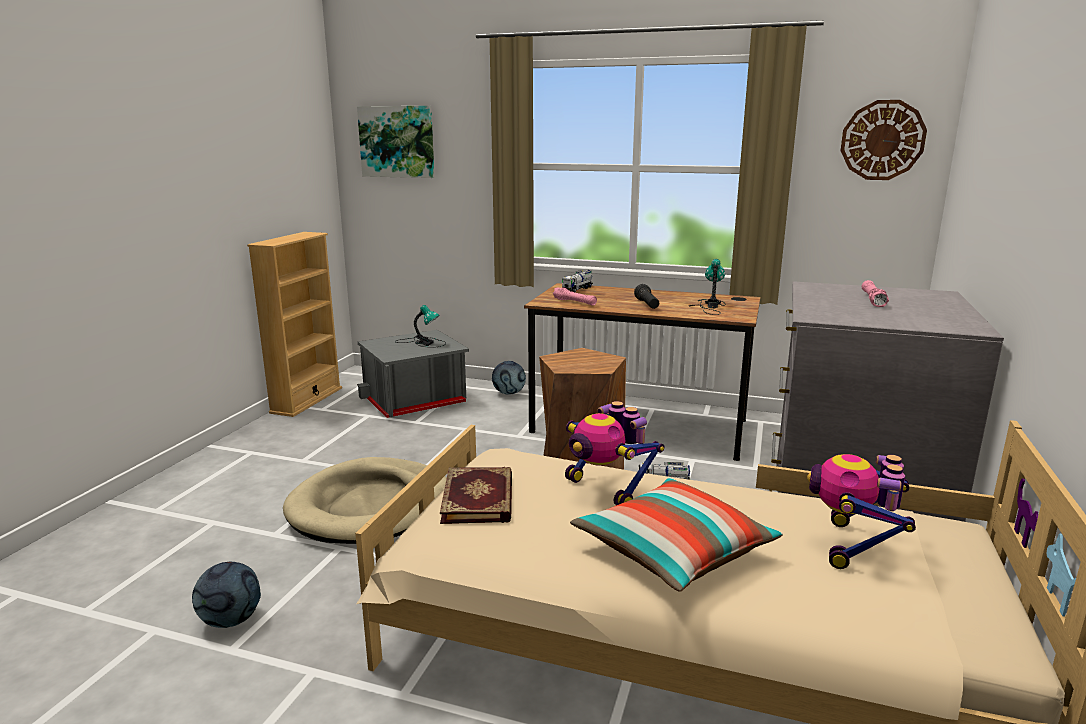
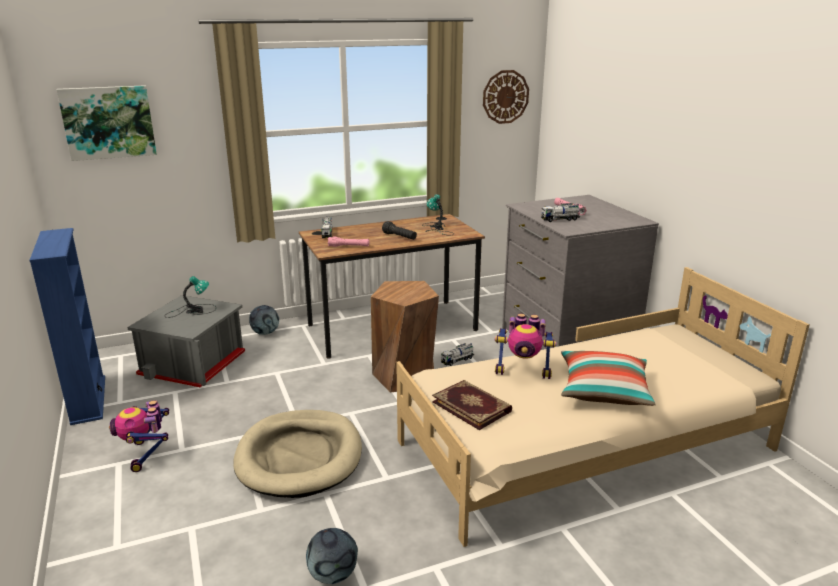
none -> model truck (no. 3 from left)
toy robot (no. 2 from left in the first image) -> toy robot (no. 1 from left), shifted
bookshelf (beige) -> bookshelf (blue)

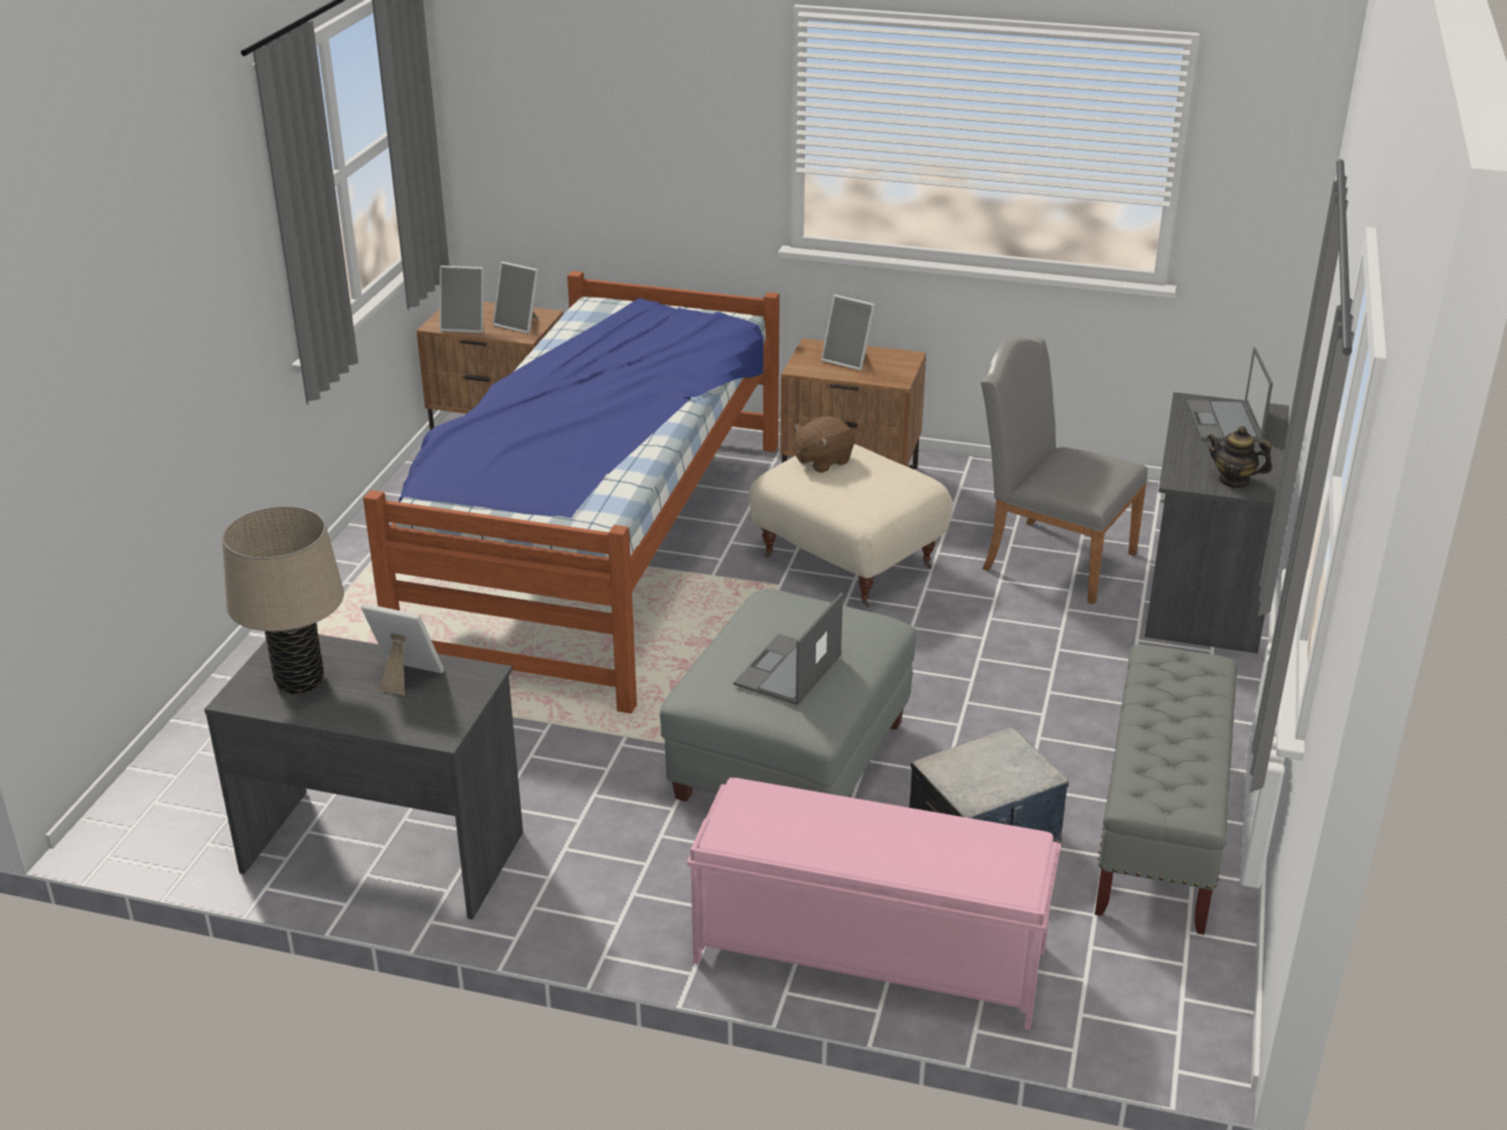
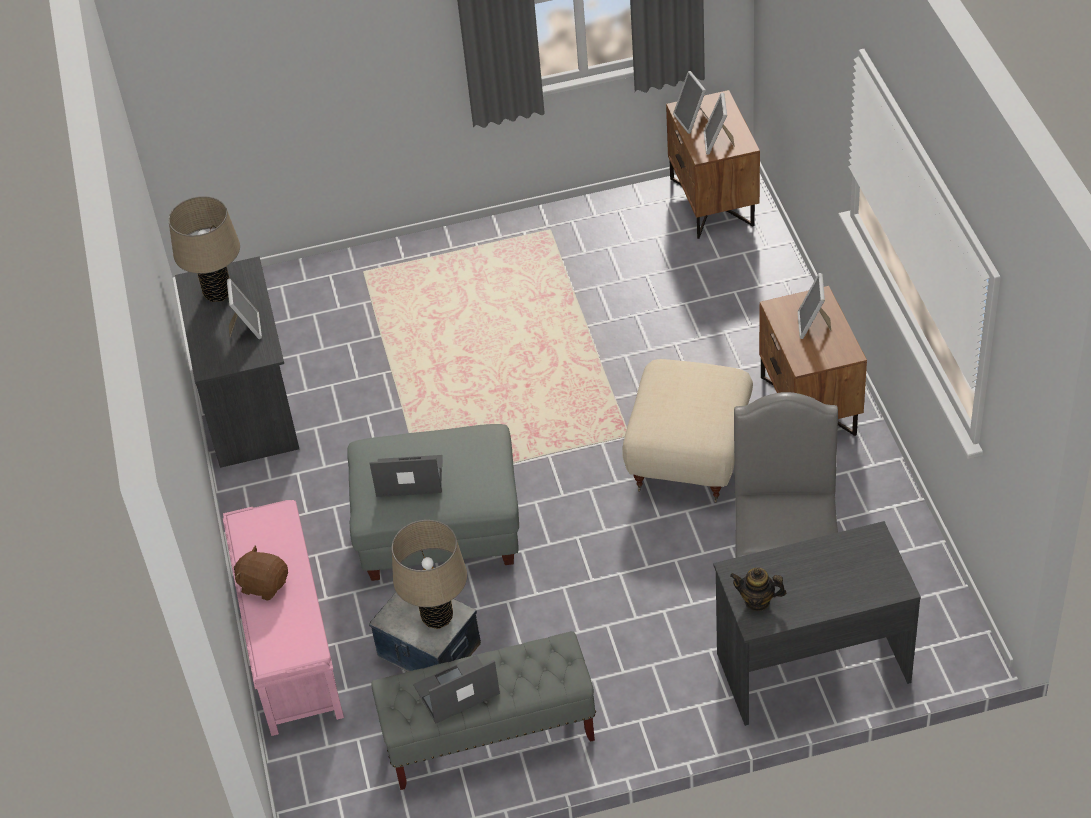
sleeping bed -> none
none -> table lamp (beige) (no. 2 from left)
soft toy (brownish), shifted
notebook computer (no. 2 from left), shifted
pot for tea, 75 degrees counterclockwise

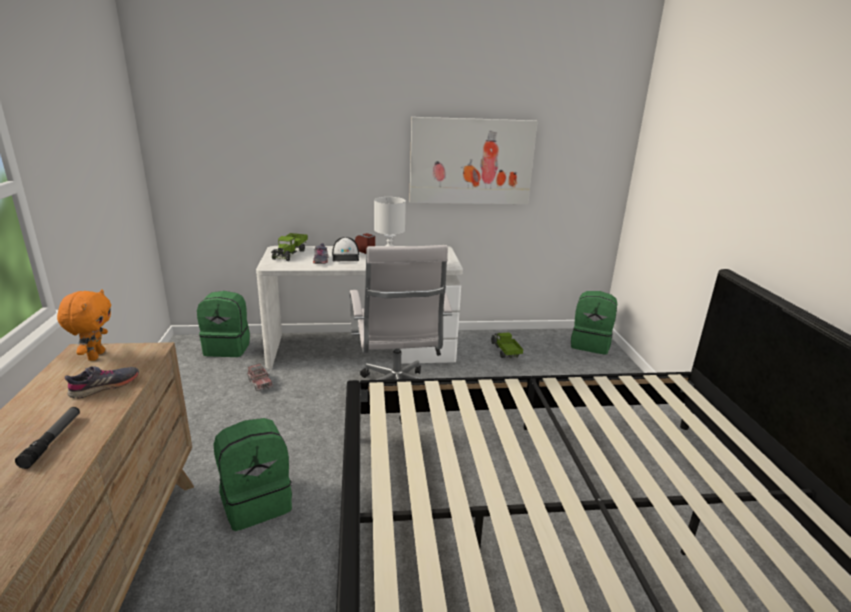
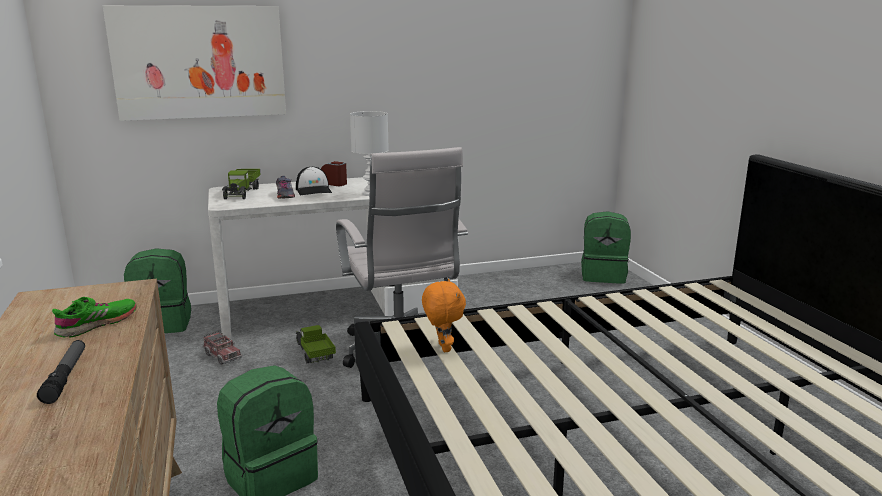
soft toy (orange), shifted
picture, shifted
model truck (no. 3 from left), shifted
shoe (gray) (no. 1 from left) -> shoe (green)

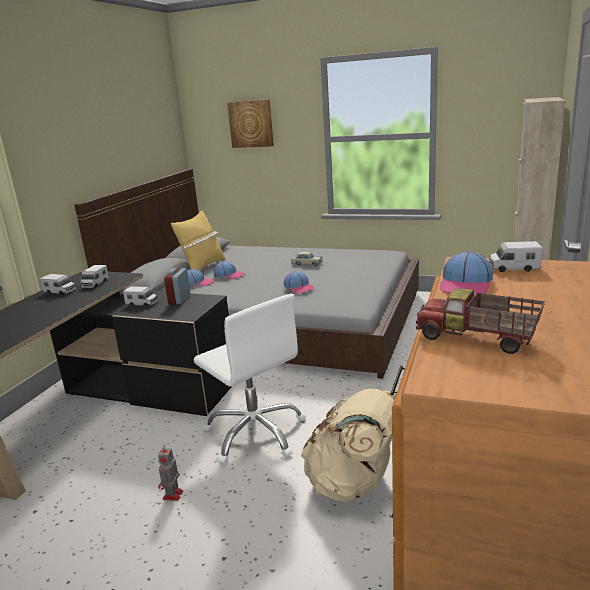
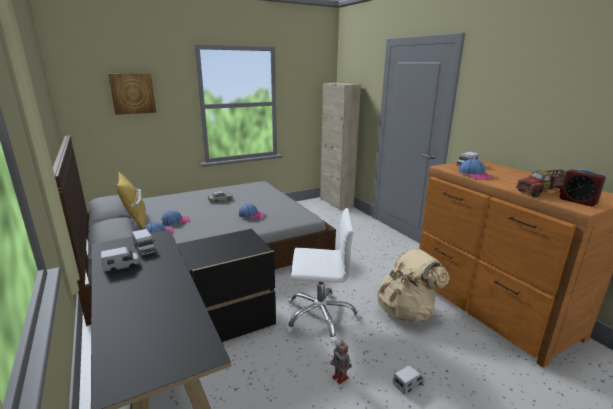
model truck (no. 3 from left), shifted
bedside clock, shifted

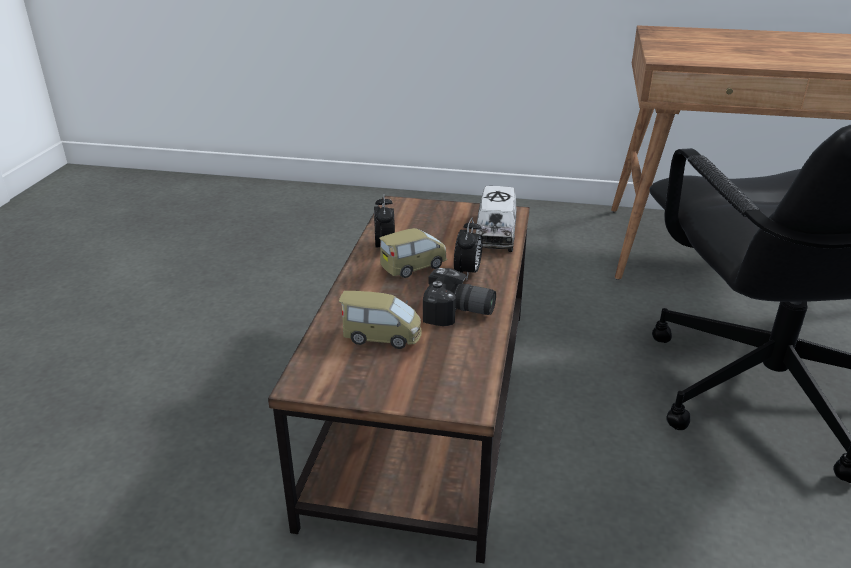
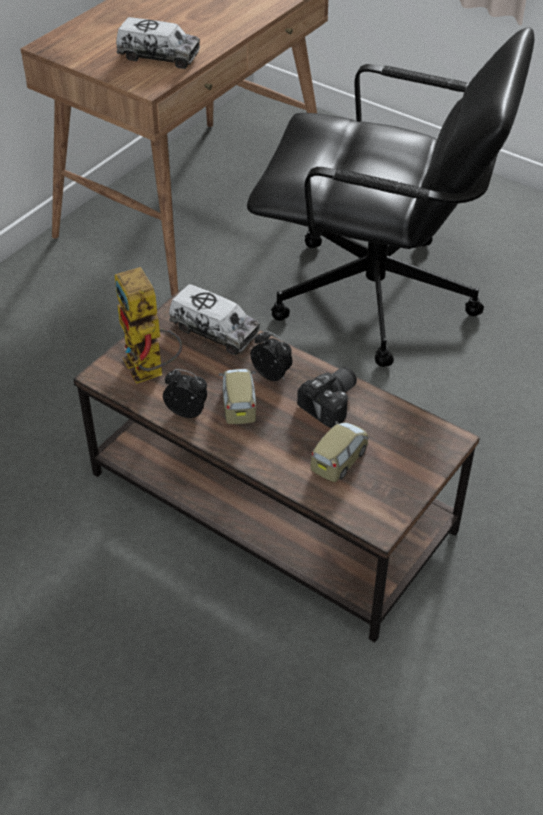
none -> toy robot
none -> model truck (no. 1 from left)

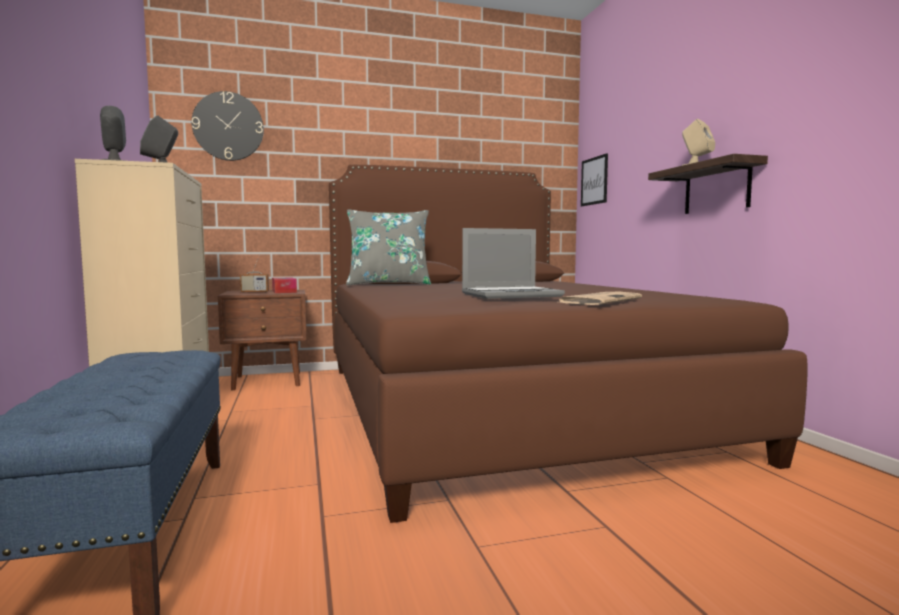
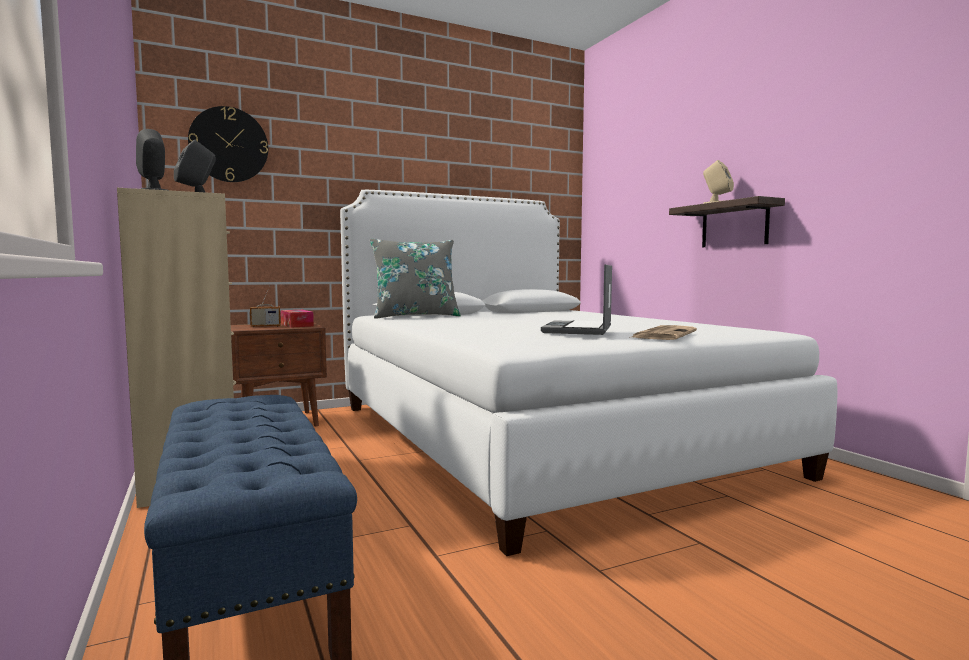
picture -> none
sleeping bed (brownish) -> sleeping bed (whitish)
notebook computer, 135 degrees clockwise

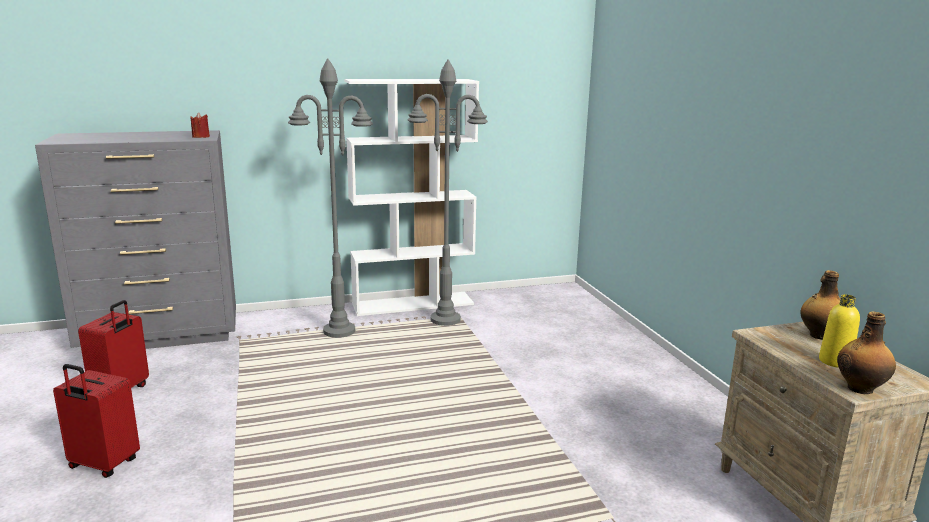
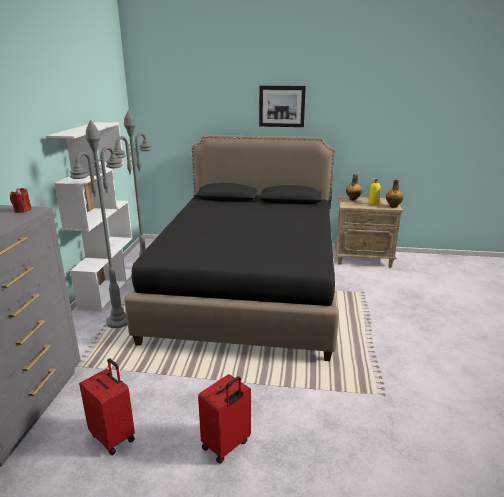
none -> sleeping bed (blackish)
none -> picture

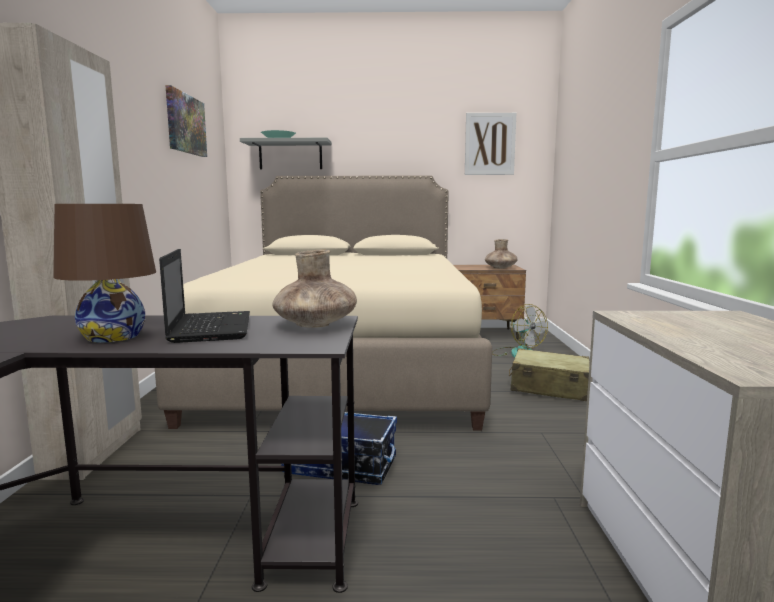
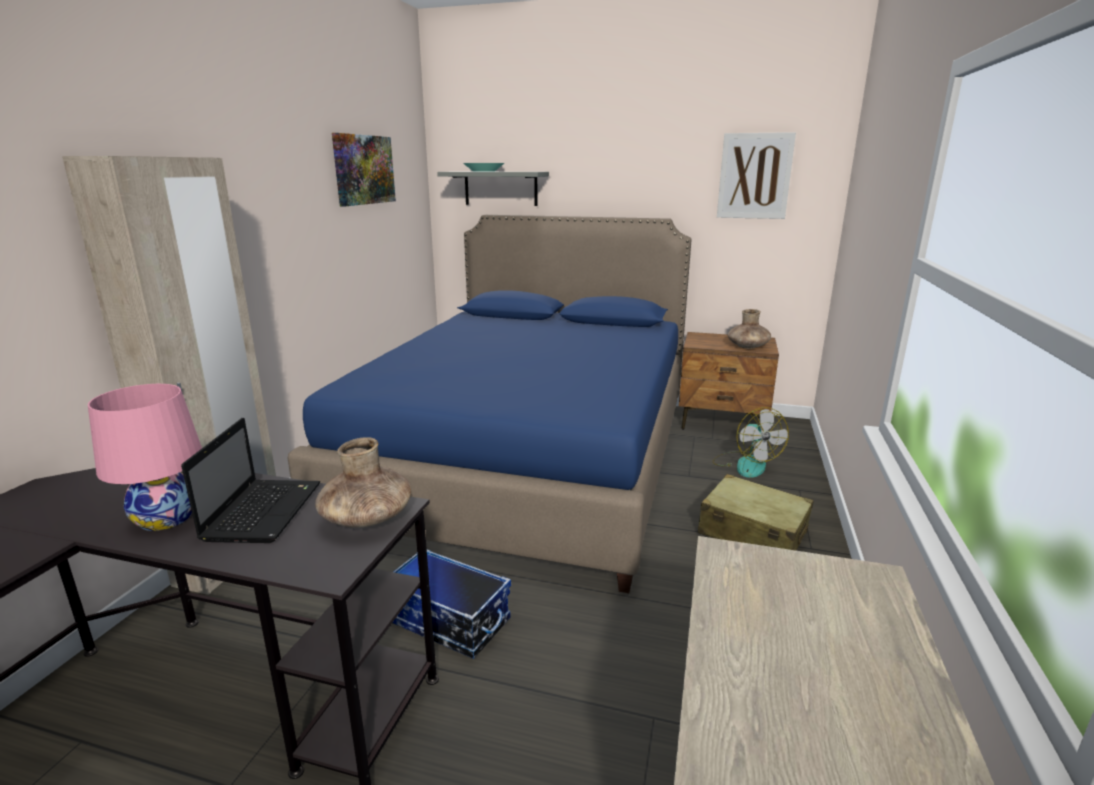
table lamp (brownish) -> table lamp (pink-coloured)
sleeping bed (beige) -> sleeping bed (blue)

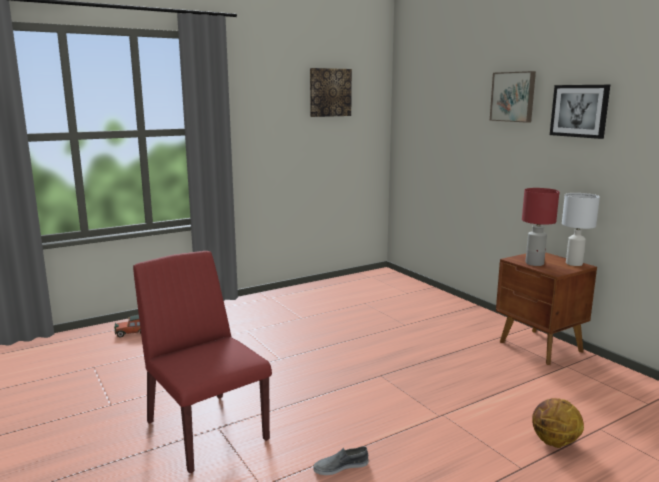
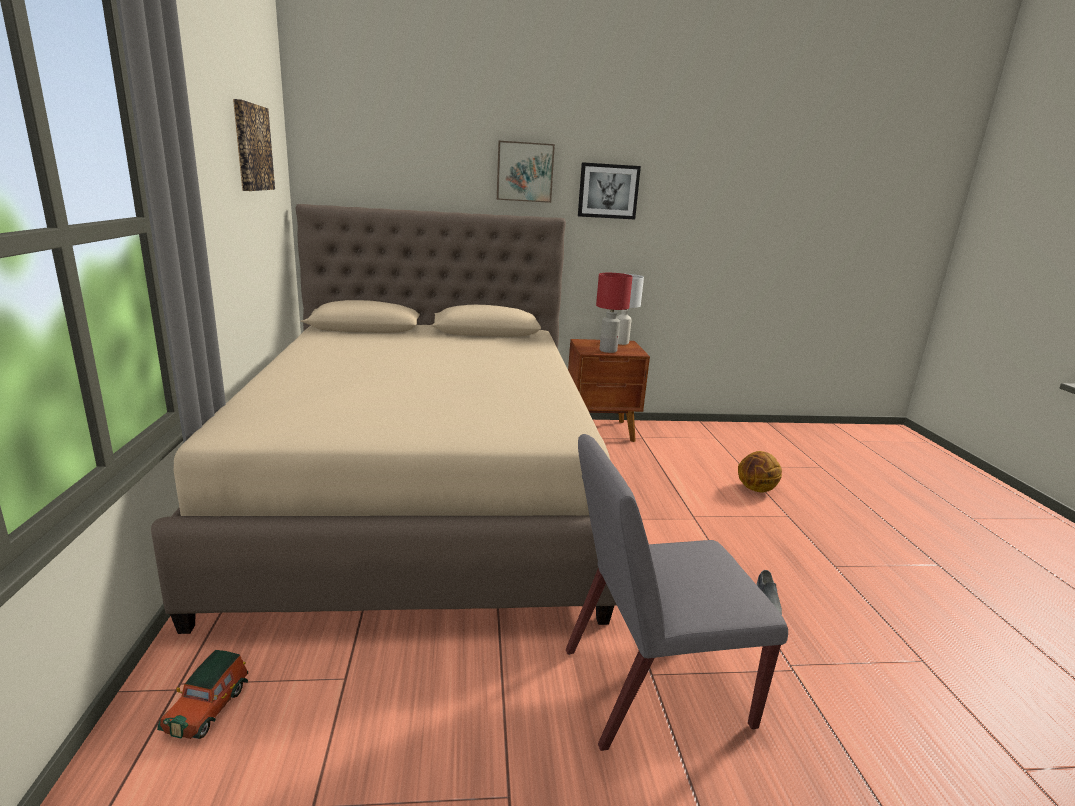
none -> sleeping bed (beige)
upright chair (red-coloured) -> upright chair (gray)

